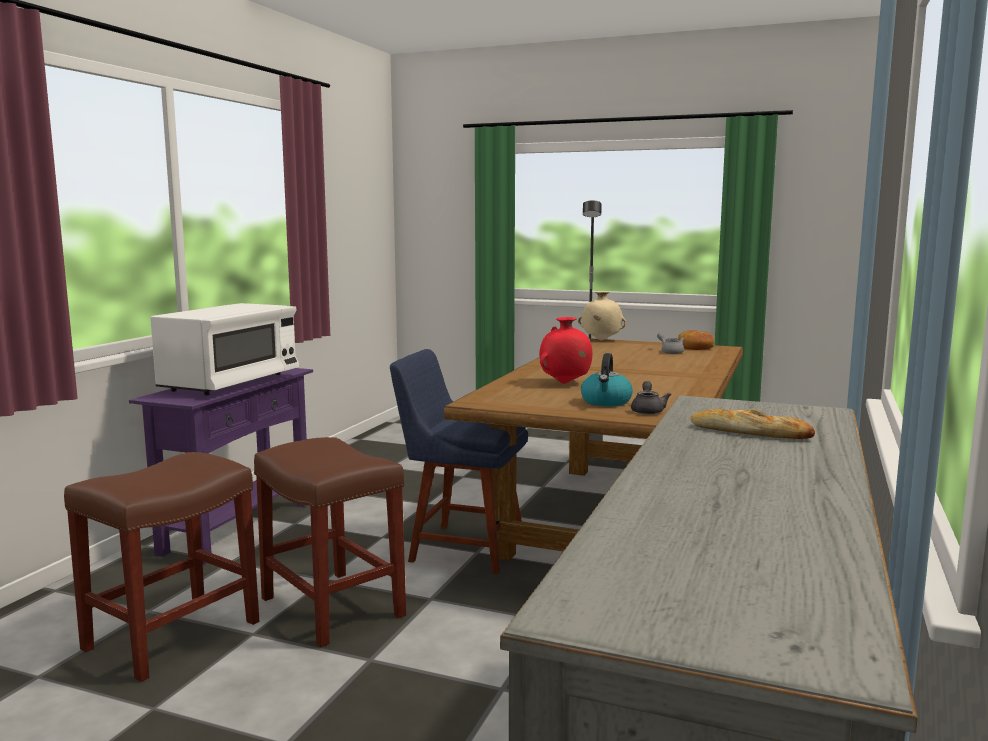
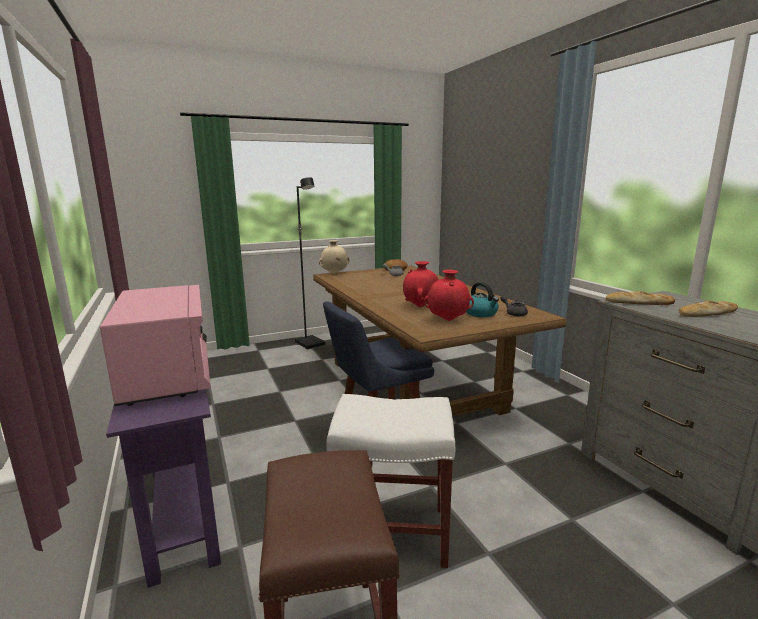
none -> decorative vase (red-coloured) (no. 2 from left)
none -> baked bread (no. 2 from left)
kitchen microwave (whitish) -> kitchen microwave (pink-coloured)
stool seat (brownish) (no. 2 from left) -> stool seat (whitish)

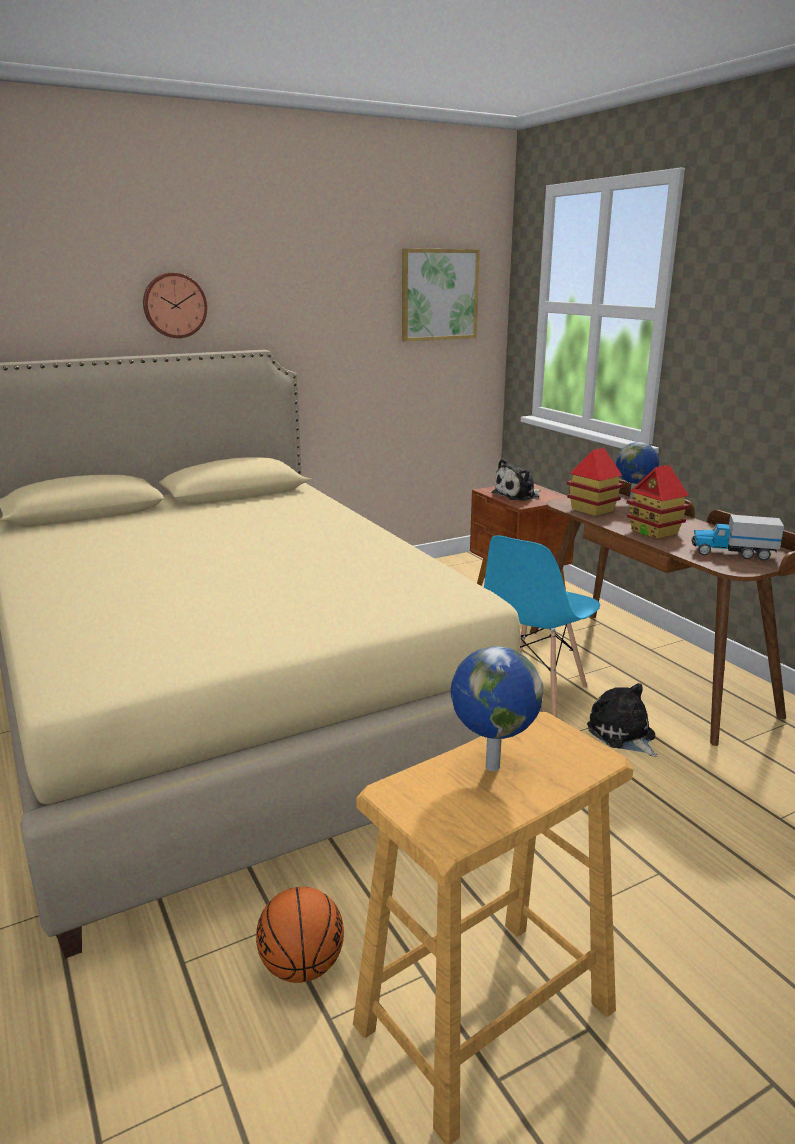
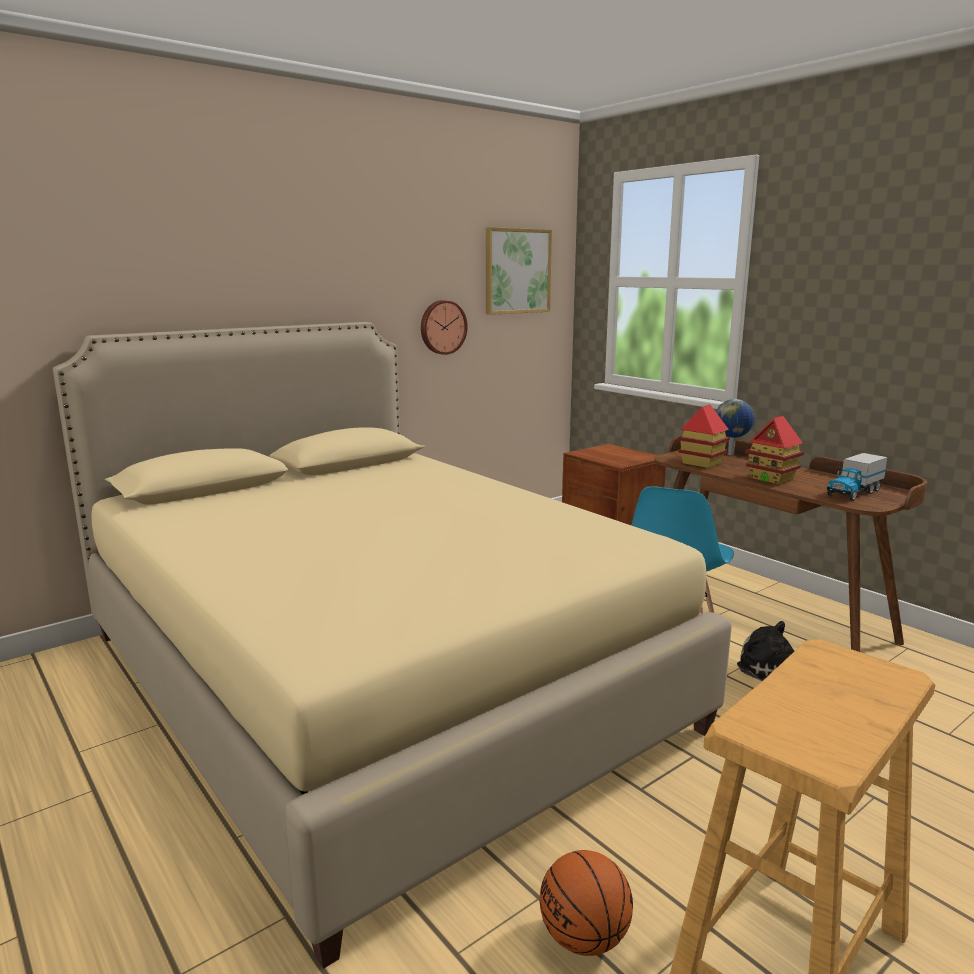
globe (no. 1 from left) -> none
soft toy (no. 1 from left) -> none
wall clock, shifted
model truck, 45 degrees counterclockwise

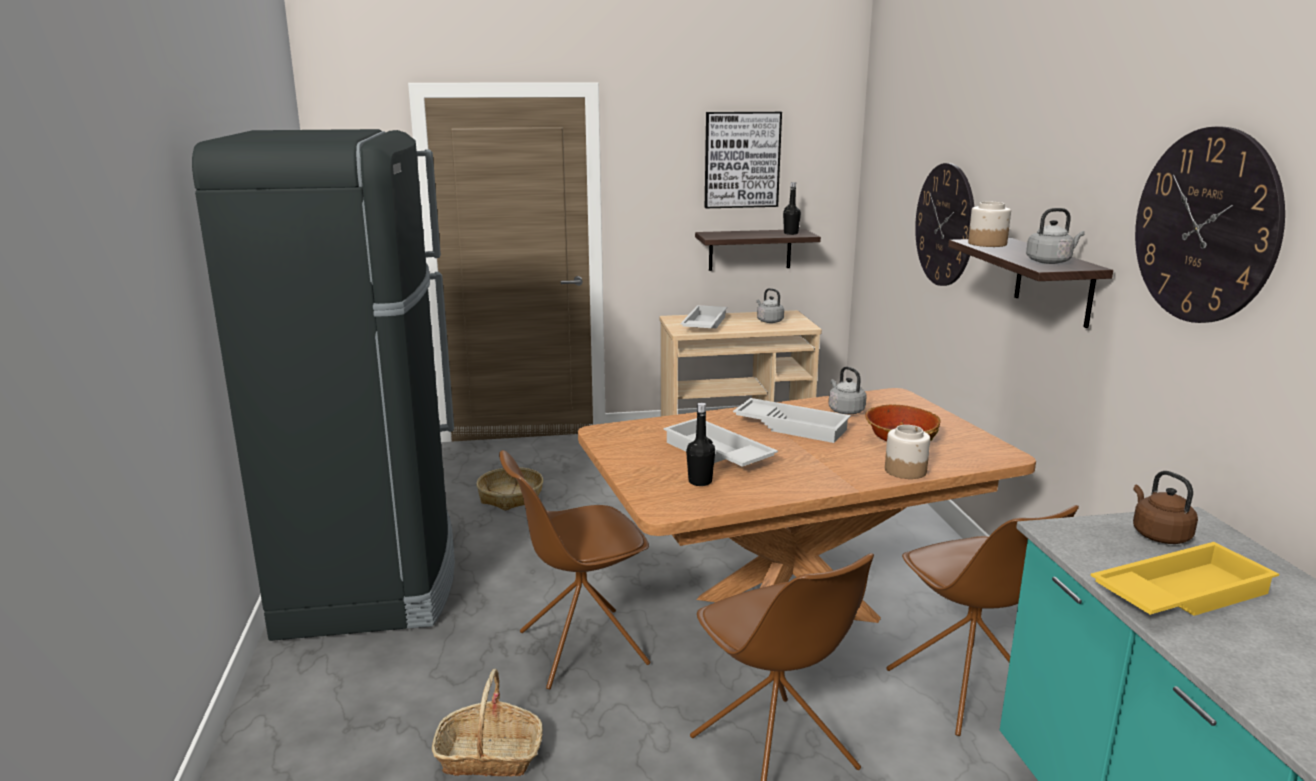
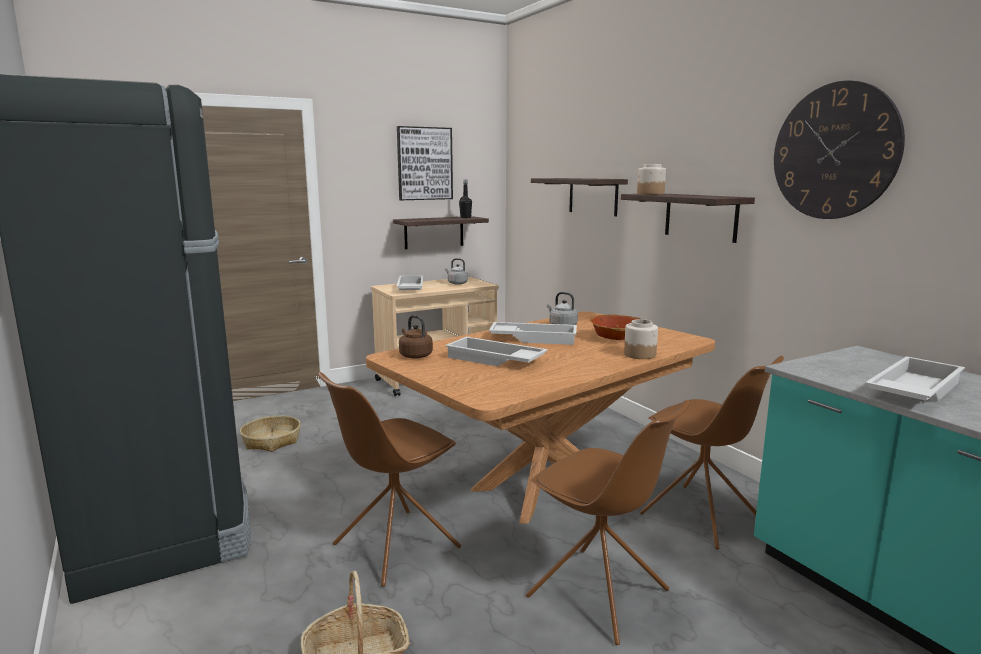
bottle (blackish) (no. 1 from left) -> none
water kettle (gray) (no. 3 from left) -> none
water kettle (brownish), shifted
wall clock (no. 1 from left) -> wall shelf (no. 2 from left)
tray (yellow-coloured) -> tray (whitish) (no. 4 from left)

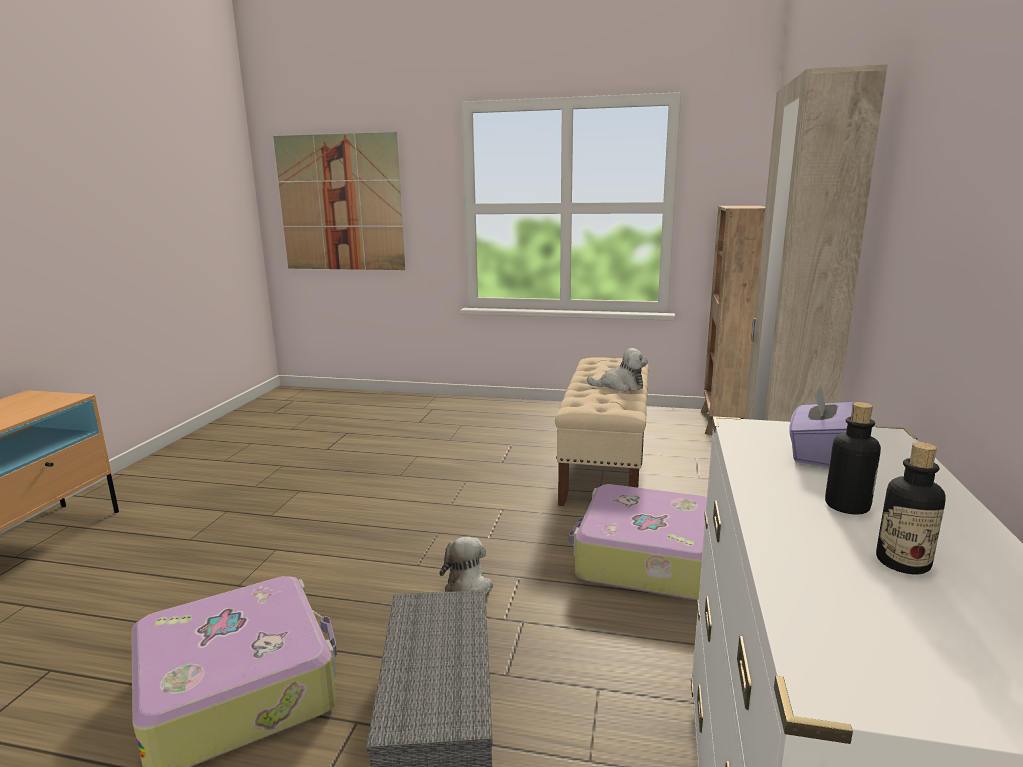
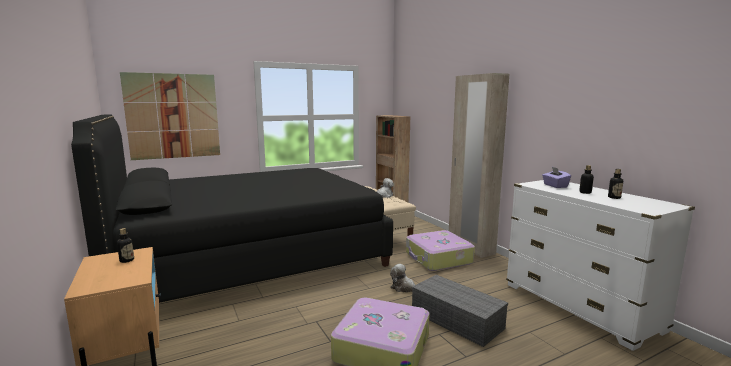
none -> sleeping bed (blackish)
none -> bottle (no. 1 from left)

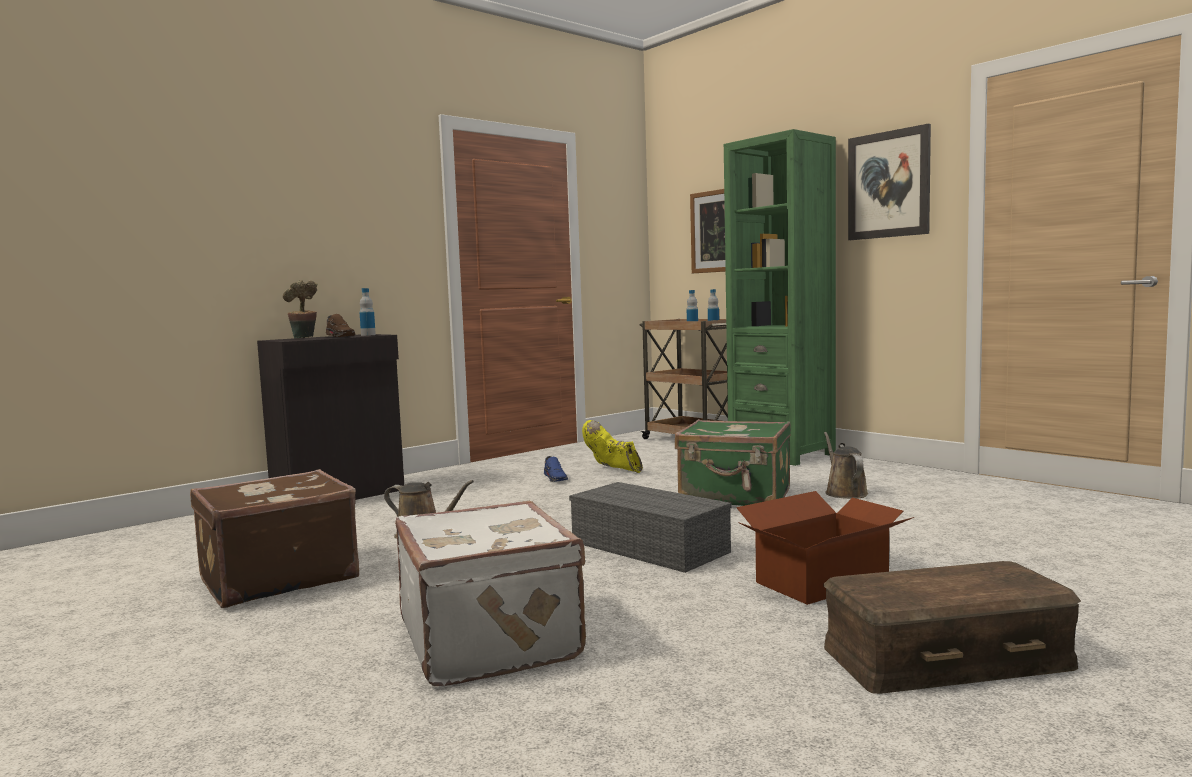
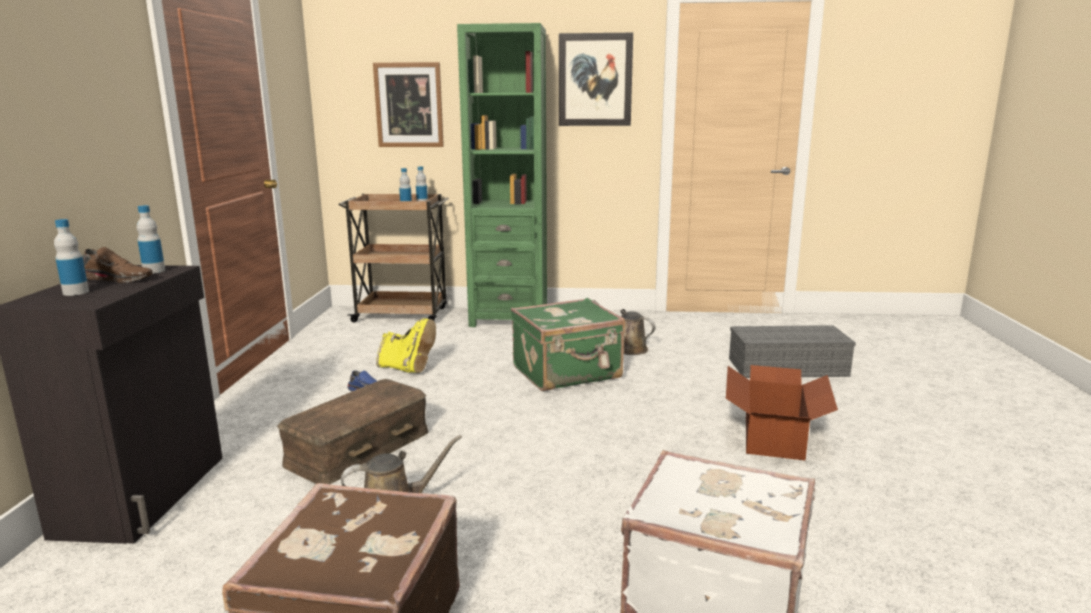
storage box (gray), shifted
storage box (brownish), shifted
houseplant -> bottle (no. 1 from left)
boot (yellow-coloured), 150 degrees counterclockwise

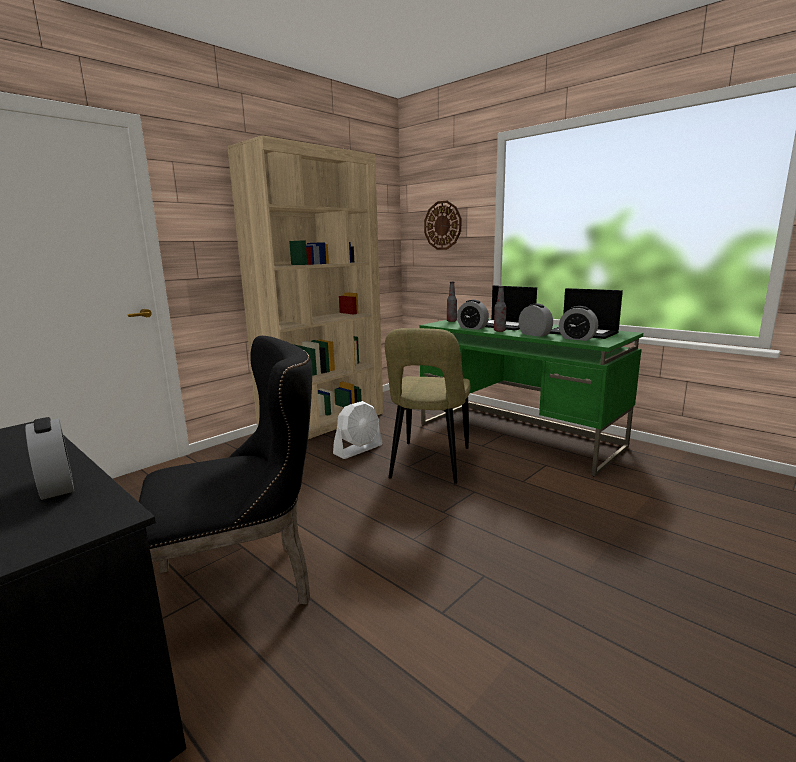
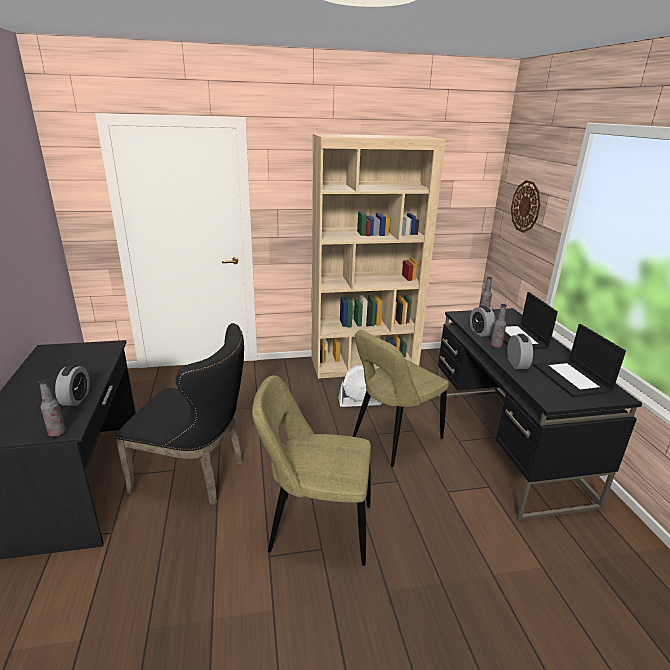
bedside clock (no. 4 from left) -> none
none -> bottle (no. 1 from left)
none -> upright chair (beige) (no. 1 from left)
desk table (green) -> desk table (blackish) (no. 2 from left)

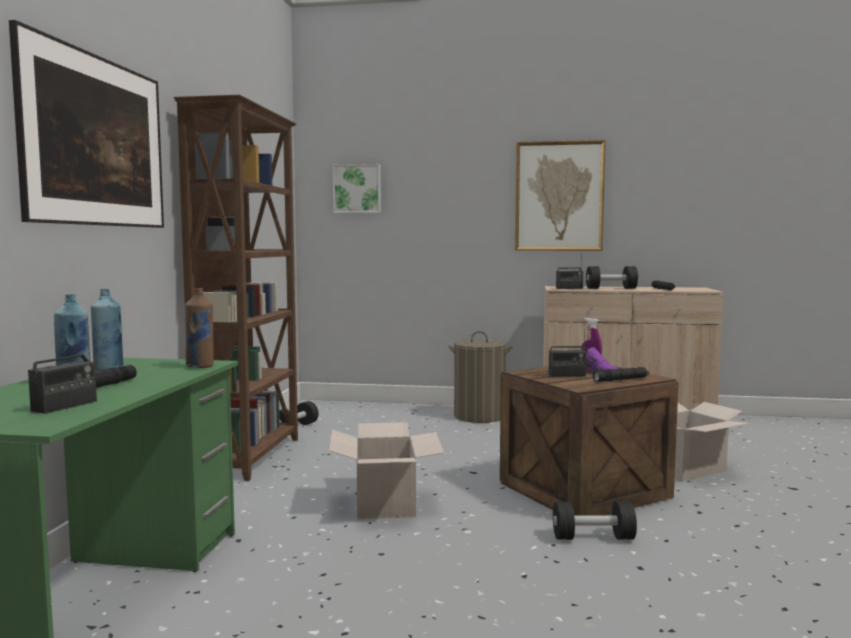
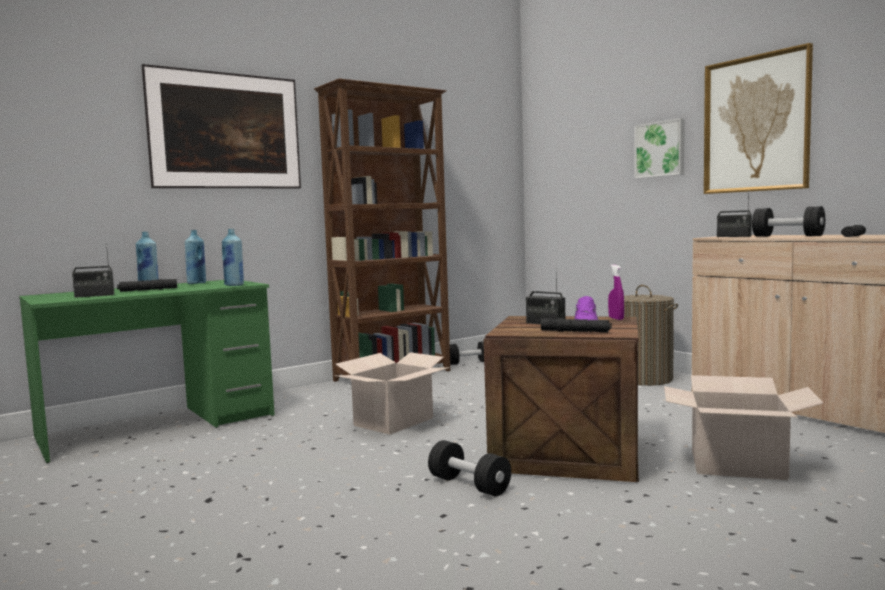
picture (no. 2 from left), shifted
bottle (brownish) -> bottle (blue) (no. 3 from left)

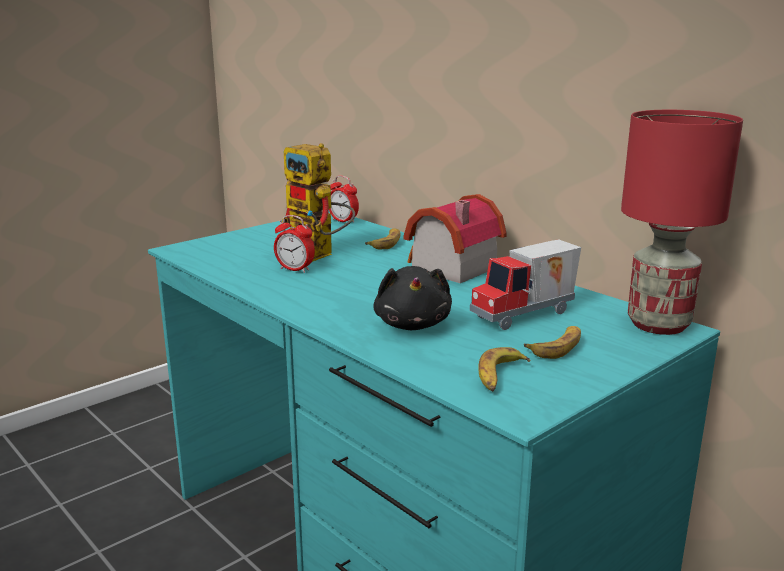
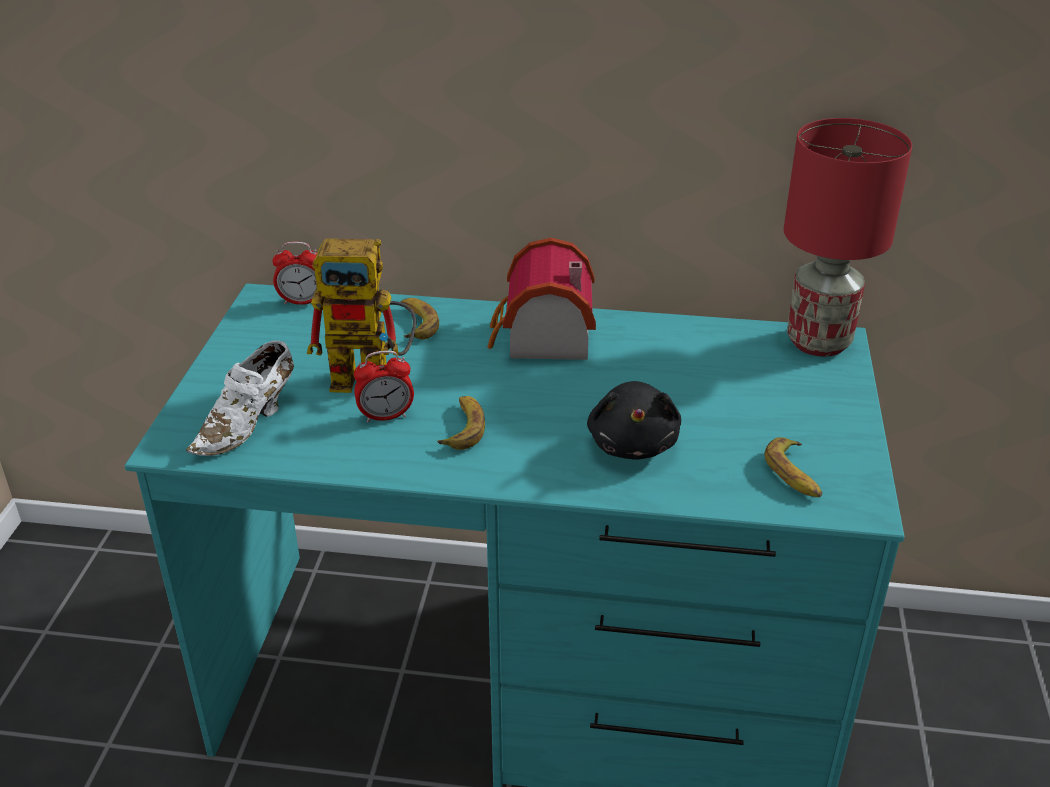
model truck -> none
none -> shoe (whitish)
banana fruit (no. 3 from left in the first image) -> banana fruit (no. 2 from left), shifted
soft toy (blackish), 45 degrees clockwise

